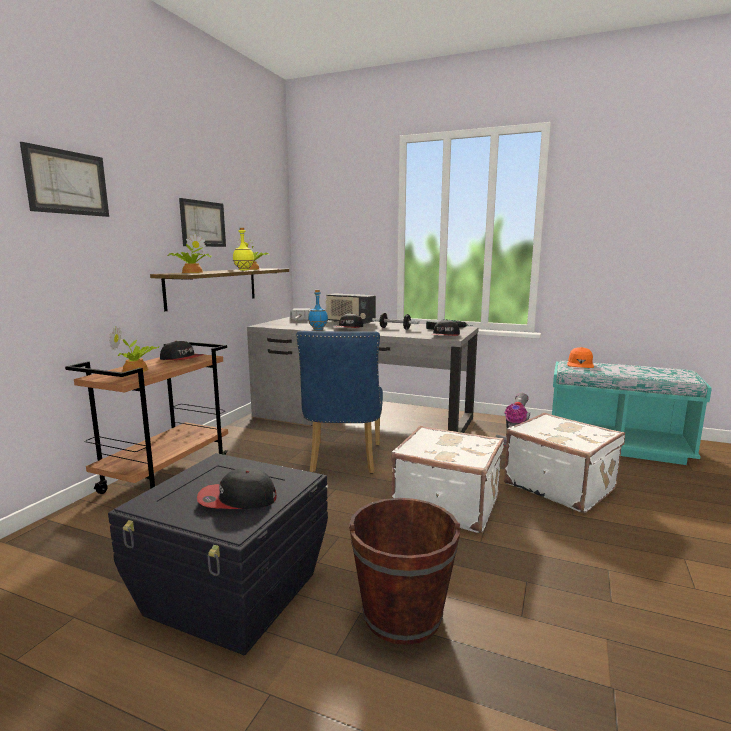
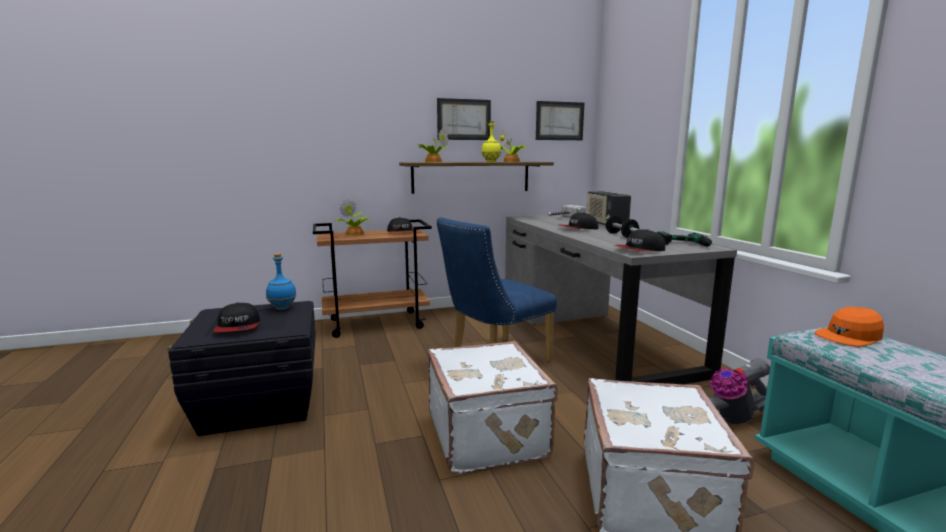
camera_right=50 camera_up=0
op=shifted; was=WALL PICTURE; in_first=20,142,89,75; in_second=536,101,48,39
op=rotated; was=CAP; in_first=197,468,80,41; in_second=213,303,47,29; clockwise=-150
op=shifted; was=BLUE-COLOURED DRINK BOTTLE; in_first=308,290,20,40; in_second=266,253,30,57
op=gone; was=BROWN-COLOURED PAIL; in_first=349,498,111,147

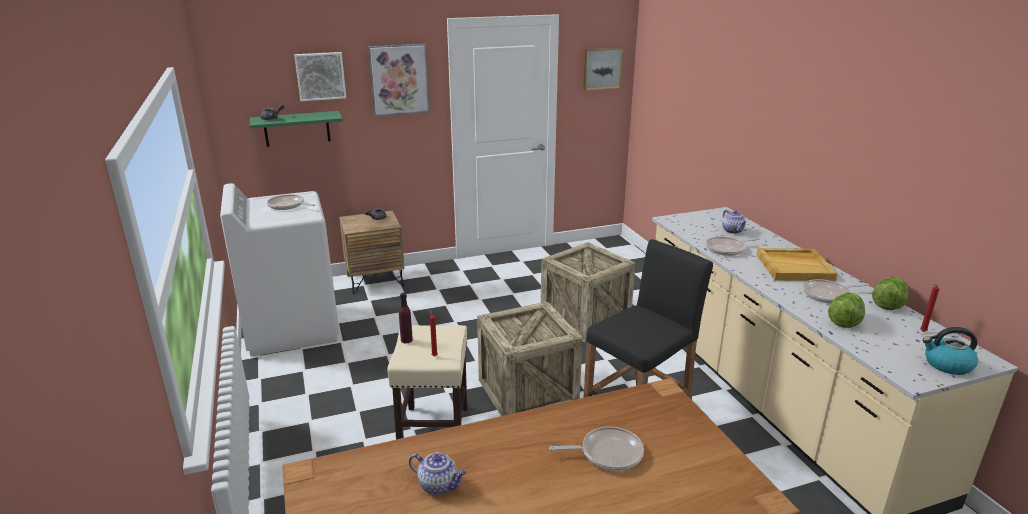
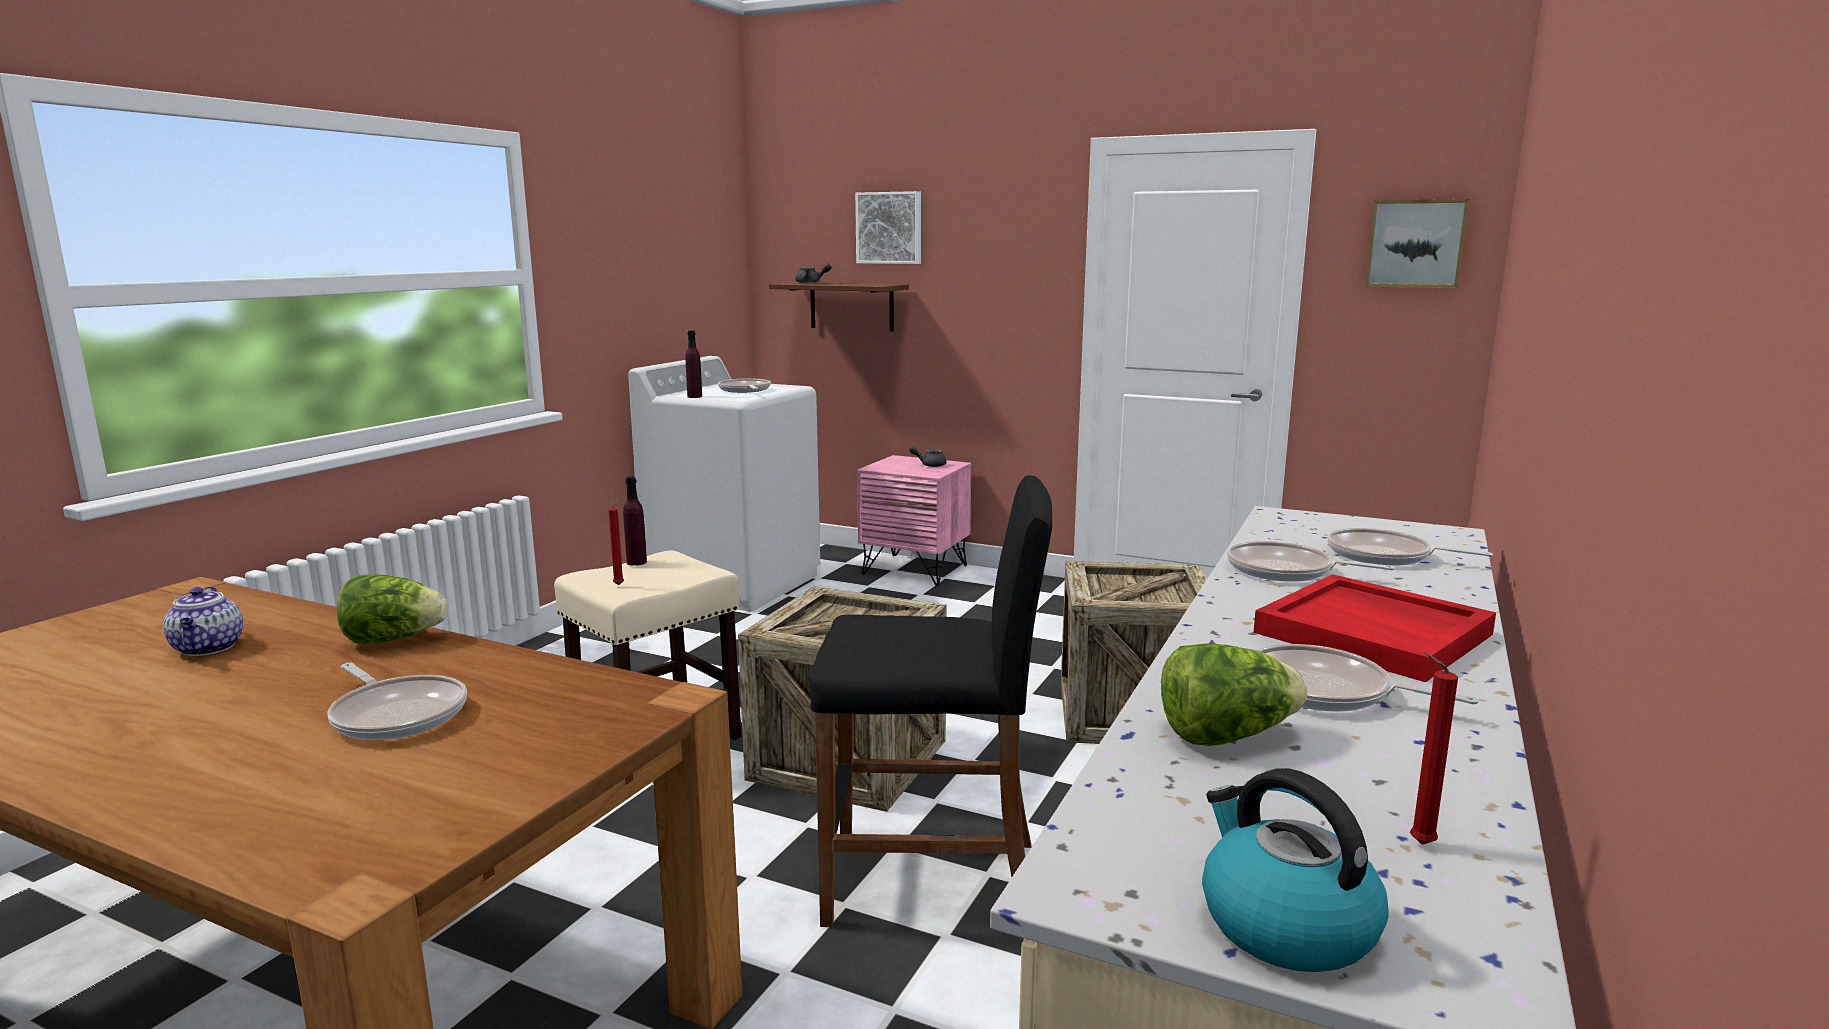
camera_right=45 camera_up=-10
op=repainted; was=GREENISH WALL SHELF; now=BROWN-COLOURED WALL SHELF; in_first=250,111,93,36; in_second=769,282,140,49
op=repainted; was=BROWN-COLOURED NIGHTSTAND; now=PINKISH NIGHTSTAND; in_first=339,211,66,83; in_second=857,455,114,131
op=gone; was=WALL PICTURE; in_first=368,43,61,74
op=swapped; was=TEAPOT; now=PAN; in_first=722,210,25,24; in_second=1327,528,166,38
op=repainted; was=BEIGE-COLOURED SERVING TRAY; now=RED-COLOURED SERVING TRAY; in_first=757,248,80,33; in_second=1253,574,243,108
op=shifted; was=LETTUCE; in_first=872,277,37,33; in_second=337,574,111,70
op=new; now=PURPLE-COLOURED DRINK BOTTLE; in_second=685,330,17,68

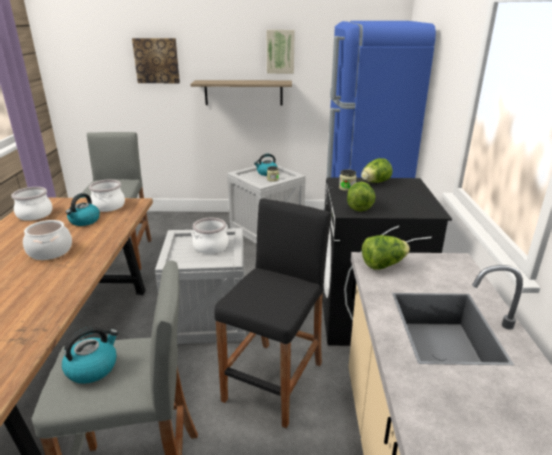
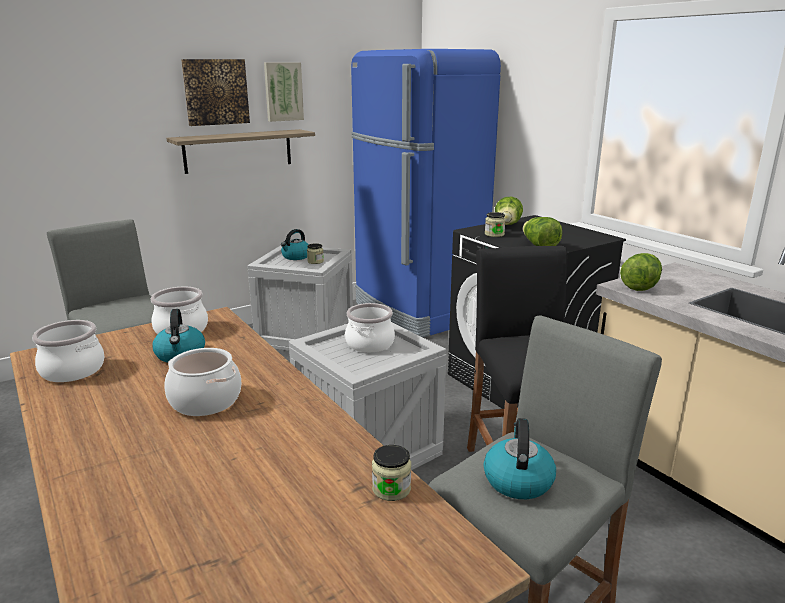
camera_right=-35 camera_up=-5
op=shifted; was=WALL PICTURE; in_first=132,38,48,45; in_second=181,59,69,67
op=new; now=STORAGE JAR; in_second=372,445,39,56

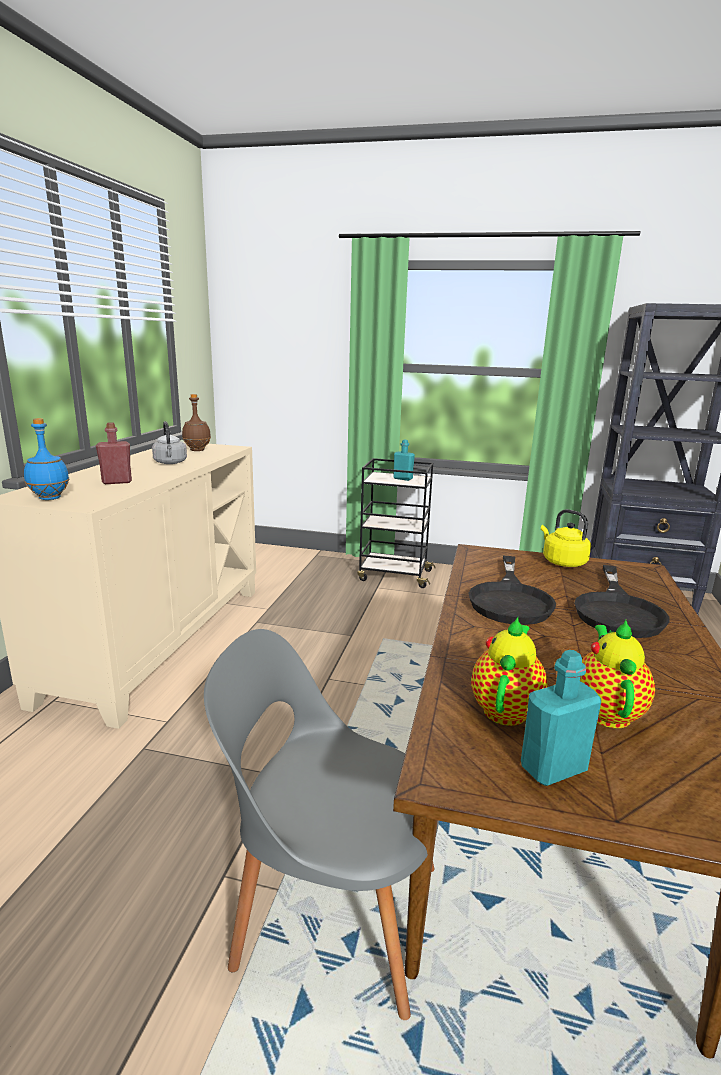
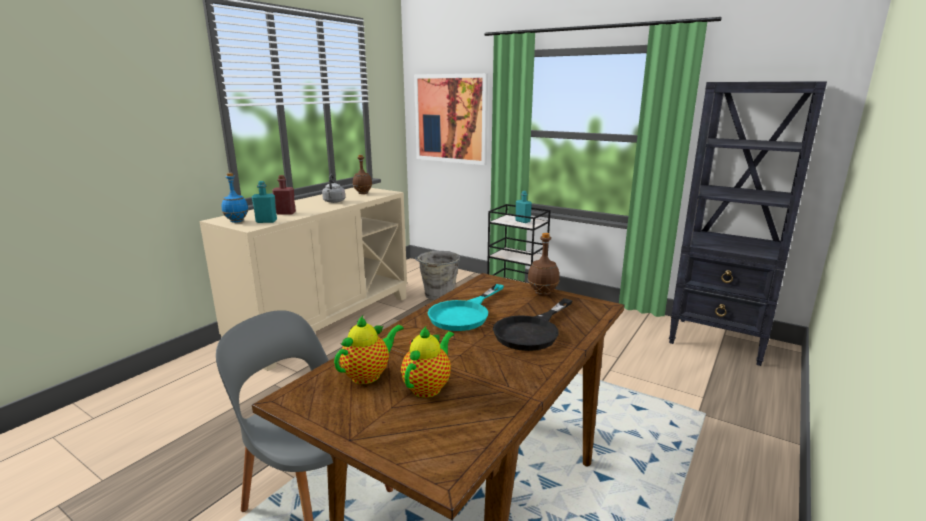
camera_right=20 camera_up=0
op=repainted; was=BLACKISH PAN; now=TURQUOISE-COLOURED PAN; in_first=468,556,88,69; in_second=428,284,76,47
op=shifted; was=TURQUOISE-COLOURED DRINK BOTTLE; in_first=521,650,80,136; in_second=252,181,25,42
op=swapped; was=YELLOW-COLOURED TEA KETTLE; now=BROWN-COLOURED DRINK BOTTLE; in_first=541,509,50,58; in_second=527,233,33,63
op=new; now=WALL PICTURE; in_second=414,73,74,92
op=new; now=GRAY PAIL; in_second=415,251,45,49

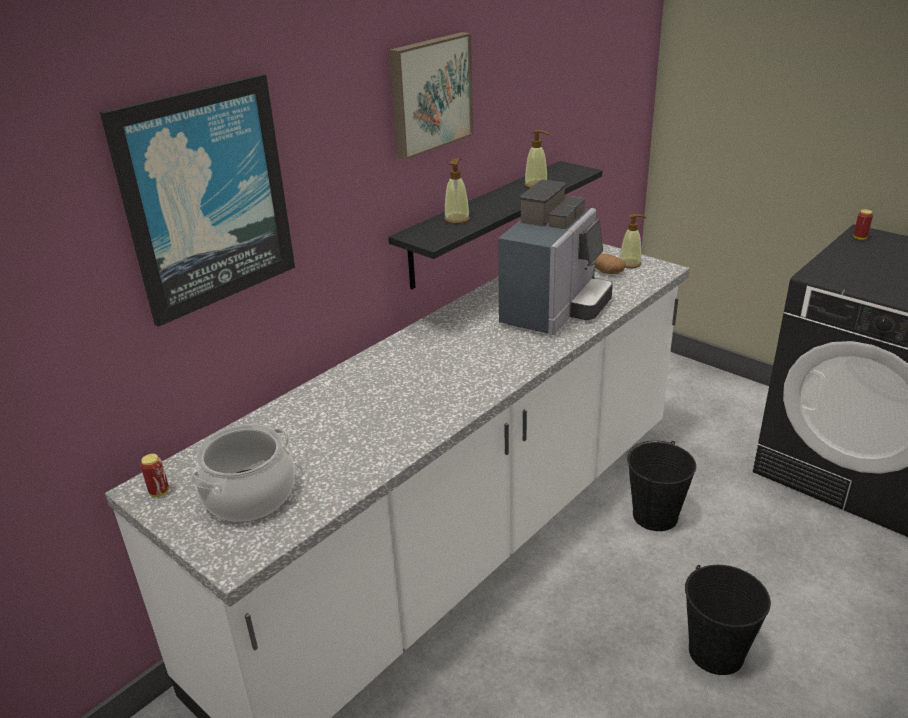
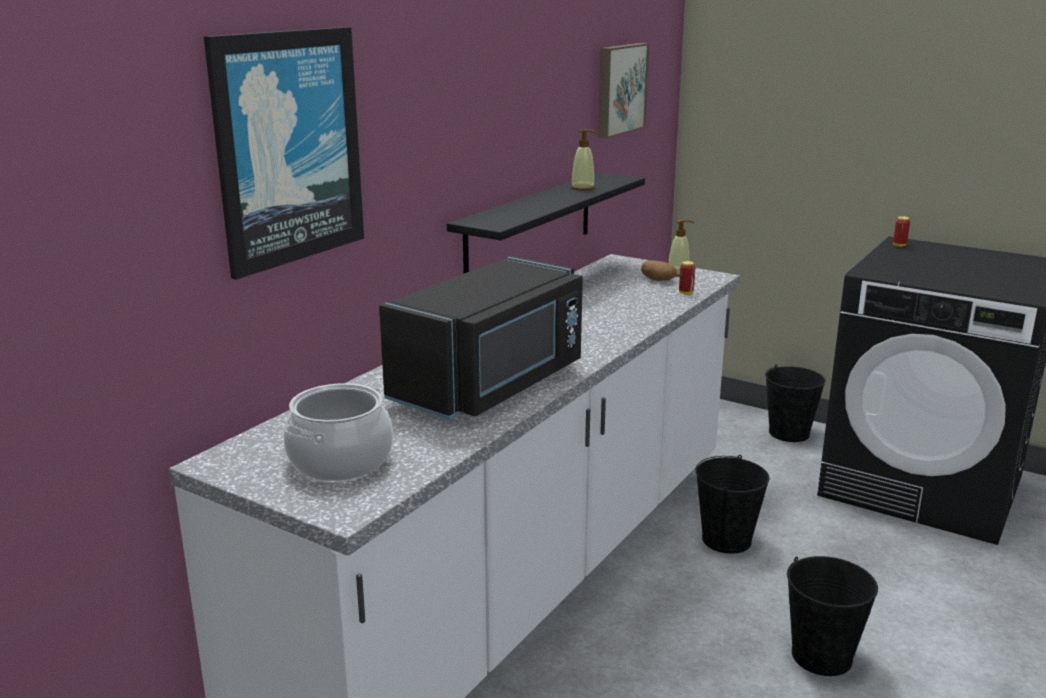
camera_right=-10 camera_up=-10
op=shifted; was=SEALED CAN; in_first=141,454,28,43; in_second=679,261,16,34
op=shifted; was=WALL PICTURE; in_first=389,32,84,128; in_second=598,43,52,95
op=gone; was=LIQUID SOAP BOTTLE; in_first=444,158,26,66
op=gone; was=COFFEE MAKER; in_first=498,180,115,155
op=new; now=BLACKISH KITCHEN MICROWAVE; in_second=379,256,204,164
op=new; now=BLACKISH PAIL; in_second=765,364,61,78

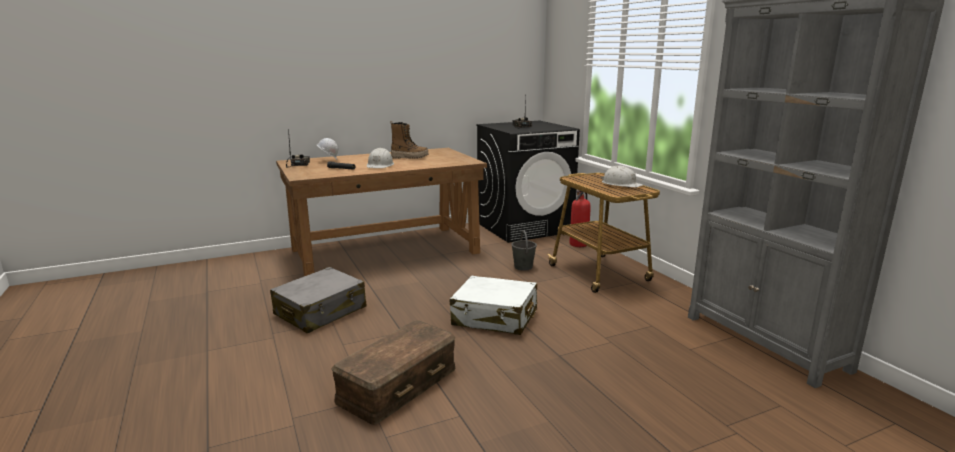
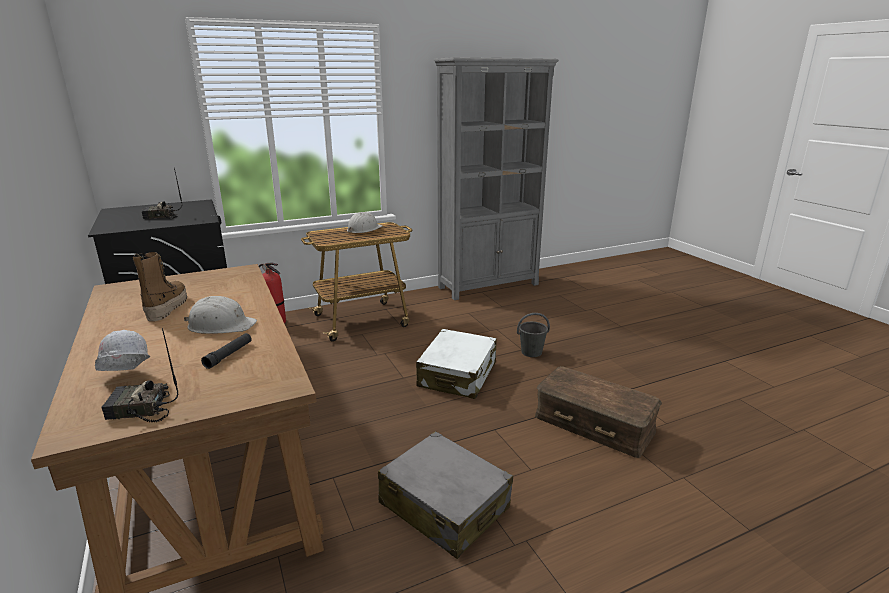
camera_right=-90 camera_up=5
op=shifted; was=GRAY PAIL; in_first=511,230,26,41; in_second=517,313,33,44

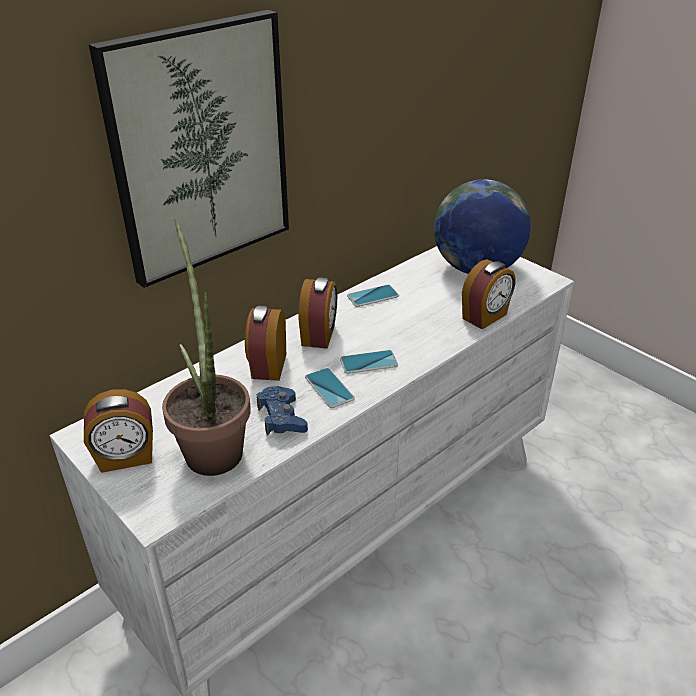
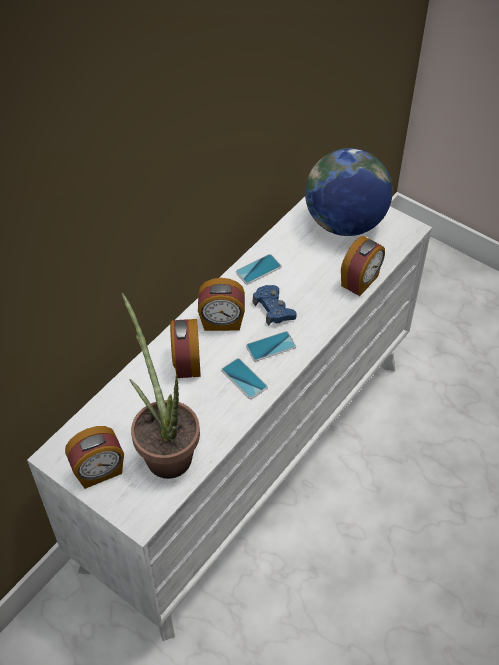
camera_right=-10 camera_up=15
op=gone; was=WALL PICTURE; in_first=89,10,200,278
op=shifted; was=BLUE-COLOURED GAMEPAD; in_first=257,386,51,50; in_second=253,285,44,41
op=rotated; was=TABLE CLOCK; in_first=299,277,38,72; in_second=198,278,47,53; clockwise=90

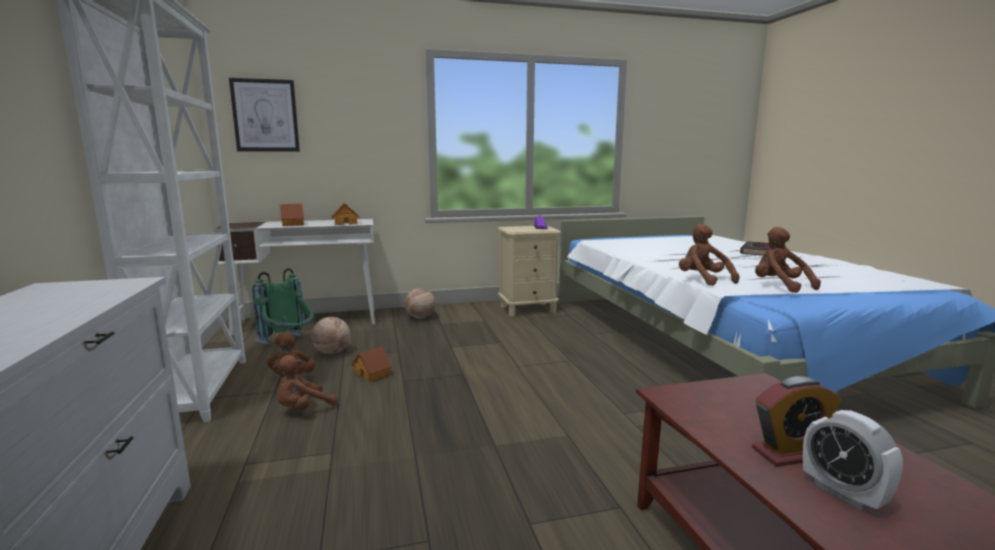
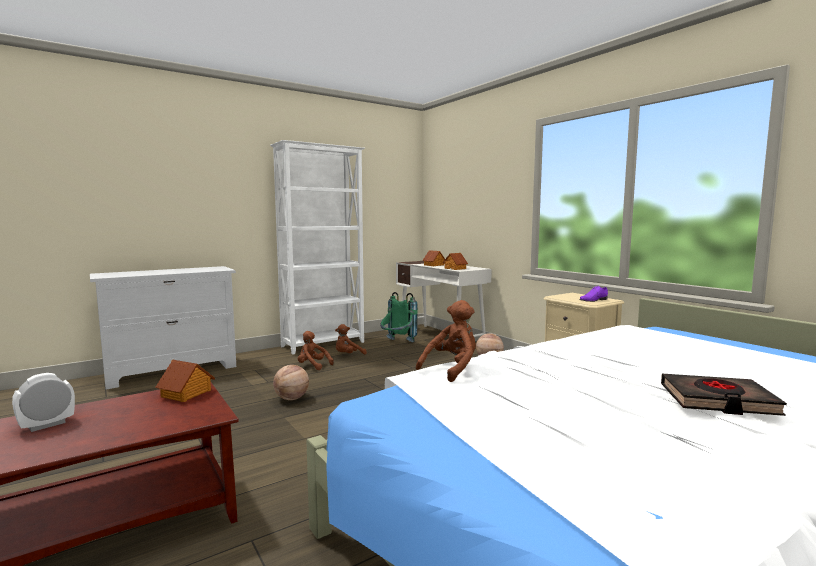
camera_right=70 camera_up=-5
op=gone; was=WALL PICTURE; in_first=229,78,71,74
op=shifted; was=BALL FOR BASKETBALL; in_first=311,317,39,37; in_second=273,365,36,35
op=shifted; was=MINIATURE HOUSE; in_first=352,347,40,35; in_second=156,359,59,43
op=gone; was=TABLE CLOCK; in_first=752,376,89,91
op=gone; was=BROWN-COLOURED SOFT TOY; in_first=755,227,66,66

